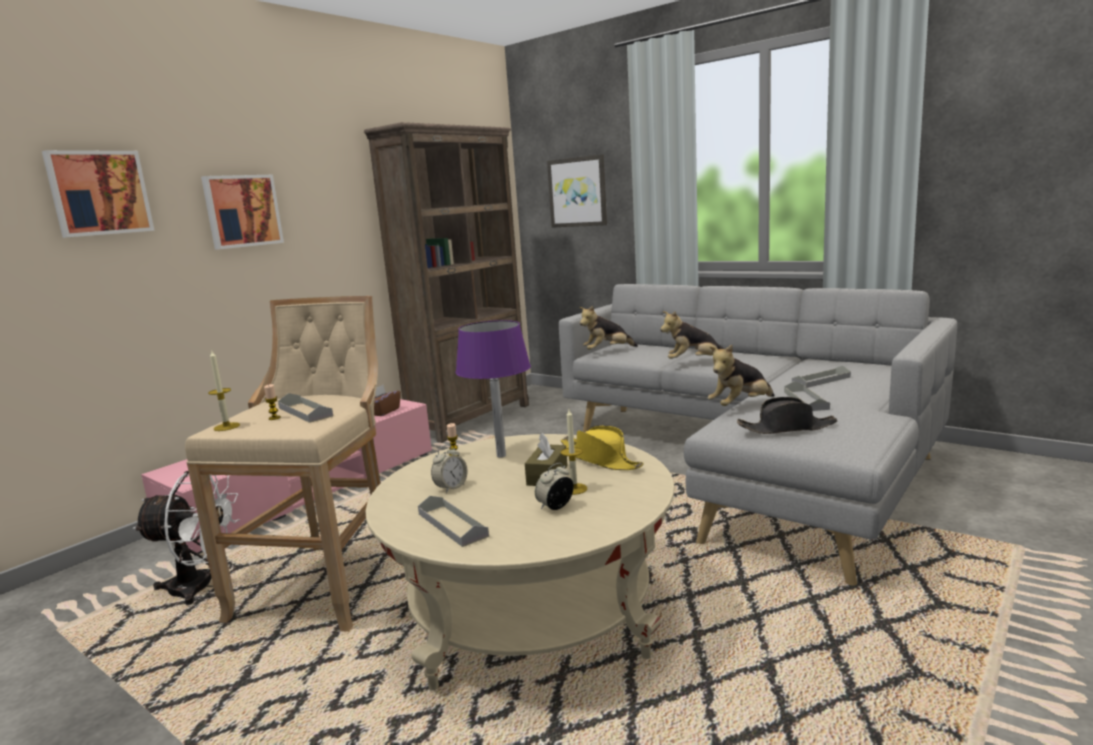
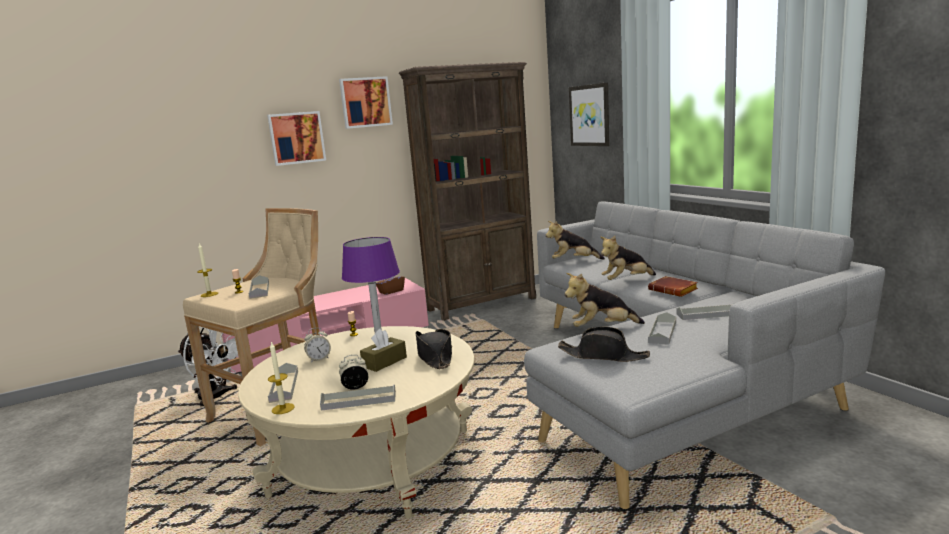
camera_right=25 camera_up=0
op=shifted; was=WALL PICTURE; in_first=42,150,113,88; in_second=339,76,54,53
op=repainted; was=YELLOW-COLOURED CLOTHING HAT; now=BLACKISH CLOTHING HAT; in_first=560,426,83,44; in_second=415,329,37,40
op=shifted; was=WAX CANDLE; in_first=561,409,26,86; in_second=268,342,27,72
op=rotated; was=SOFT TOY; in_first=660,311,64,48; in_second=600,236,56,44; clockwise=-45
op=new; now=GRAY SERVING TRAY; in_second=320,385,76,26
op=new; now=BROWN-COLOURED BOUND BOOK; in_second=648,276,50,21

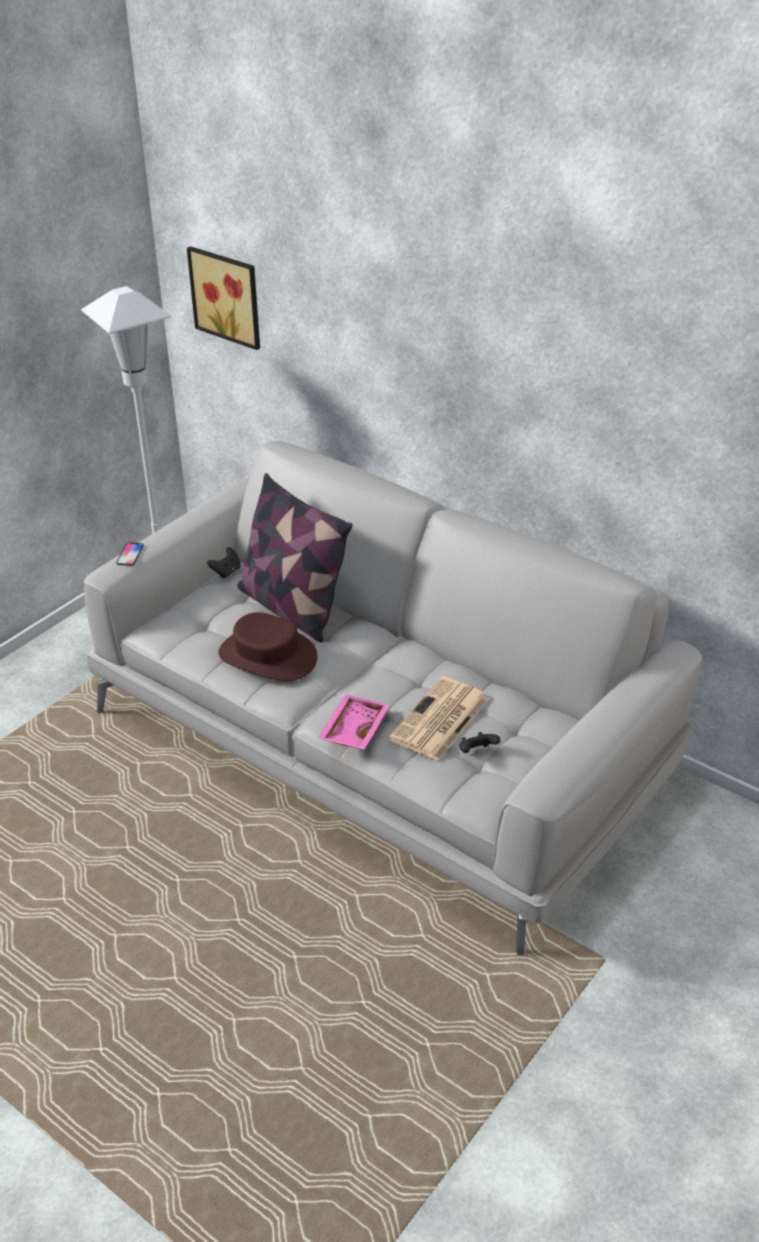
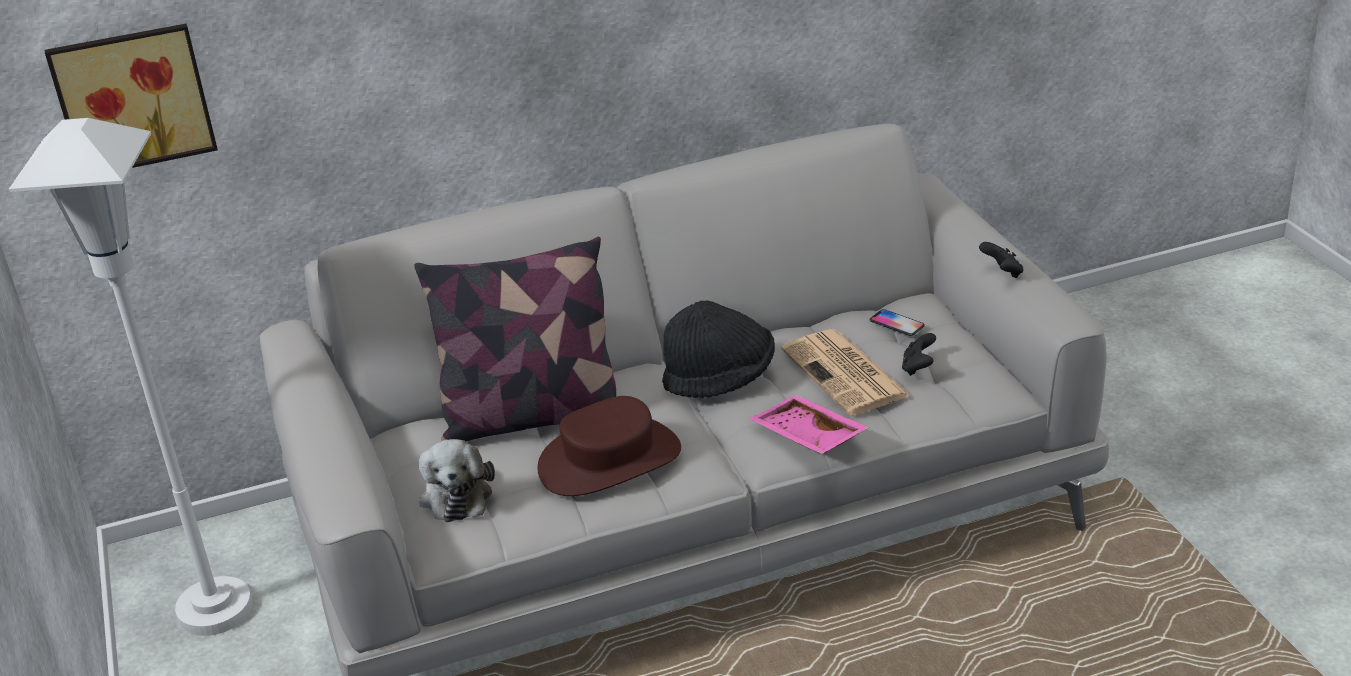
camera_right=-55 camera_up=-5
op=shifted; was=HANDSET; in_first=116,542,28,24; in_second=870,309,55,27
op=shifted; was=BLACKISH GAMEPAD; in_first=207,547,34,31; in_second=979,242,44,36
op=new; now=SOFT TOY; in_second=419,439,76,83
op=new; now=BLACKISH CLOTHING HAT; in_second=662,301,113,97

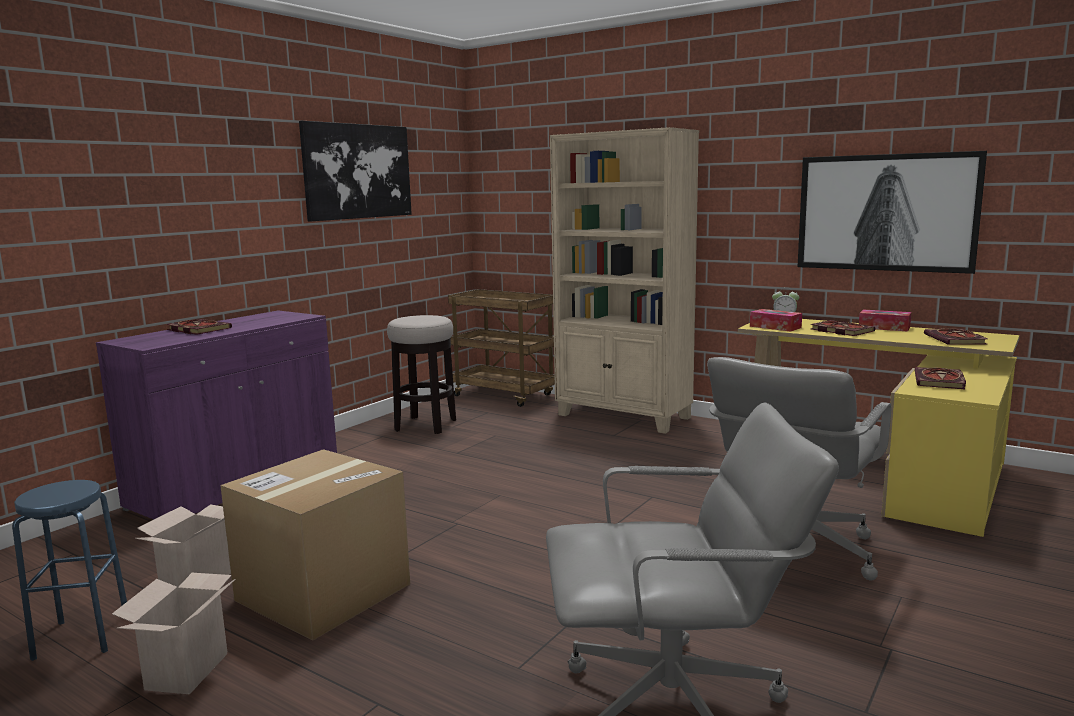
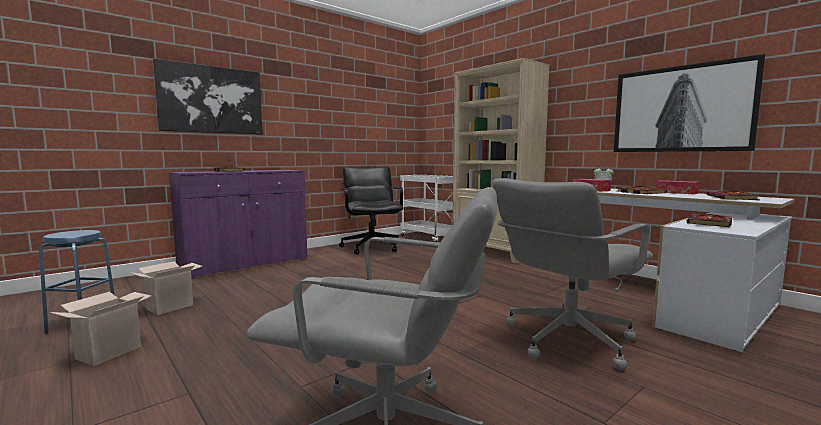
camera_right=15 camera_up=-5
op=gone; was=CARTON; in_first=220,449,190,191
op=shifted; was=WALL PICTURE; in_first=299,121,113,101; in_second=153,58,109,77
op=swapped; was=STOOL; now=BLACKISH COMPUTER CHAIR; in_first=387,315,69,119; in_second=339,166,65,89
op=repainted; was=BROWN-COLOURED WHEELED CART; now=WHITE WHEELED CART; in_first=448,289,107,118; in_second=400,175,53,67
op=repainted; was=YELLOW-COLOURED DESK UNIT; now=WHITE DESK UNIT; in_first=738,319,282,218; in_second=567,188,228,164

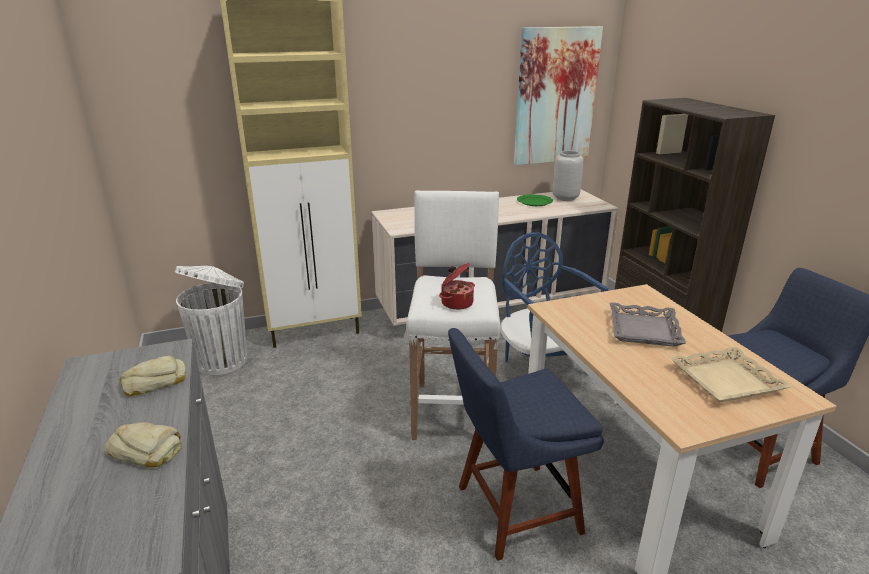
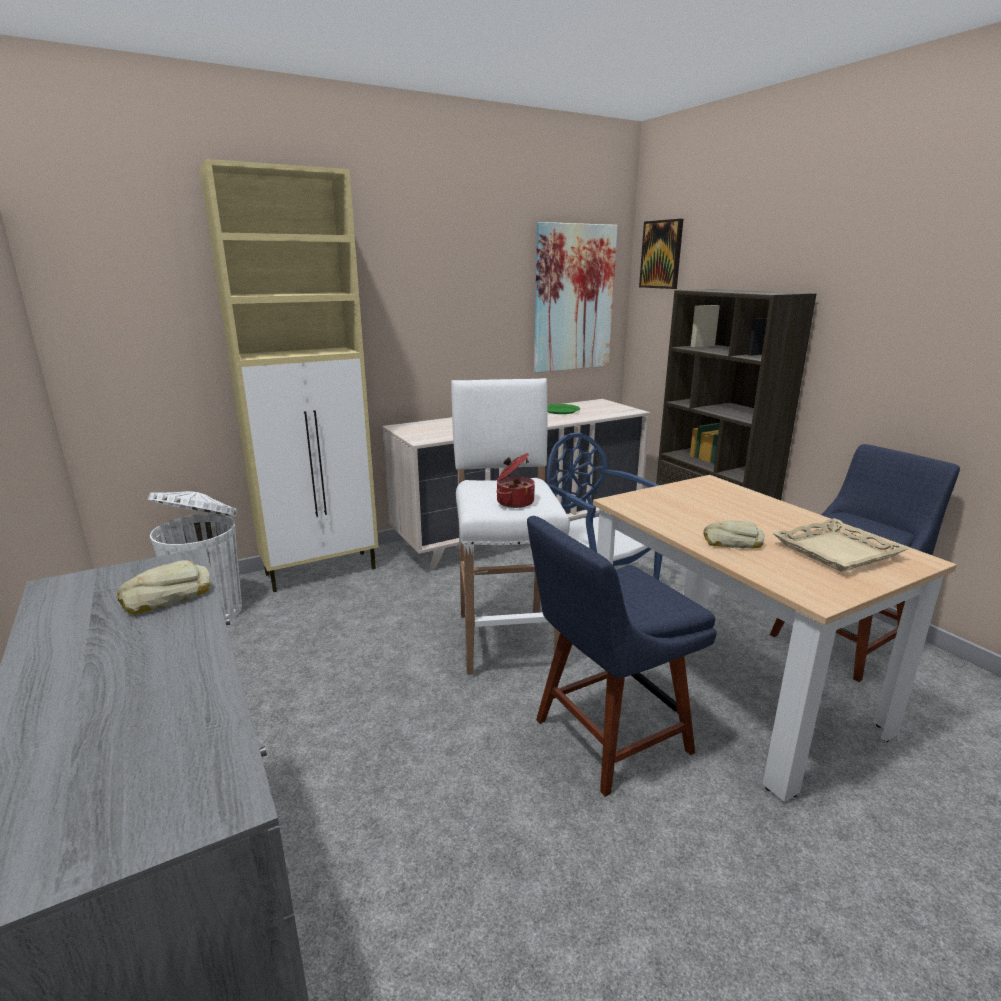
camera_right=-10 camera_up=-5
op=shifted; was=BAKED BREAD; in_first=105,422,77,45; in_second=703,520,62,28
op=gone; was=GRAY FLOWER VASE; in_first=552,150,32,51
op=gone; was=GRAY SERVING TRAY; in_first=610,303,76,44
op=new; now=WALL PICTURE; in_second=639,219,44,70

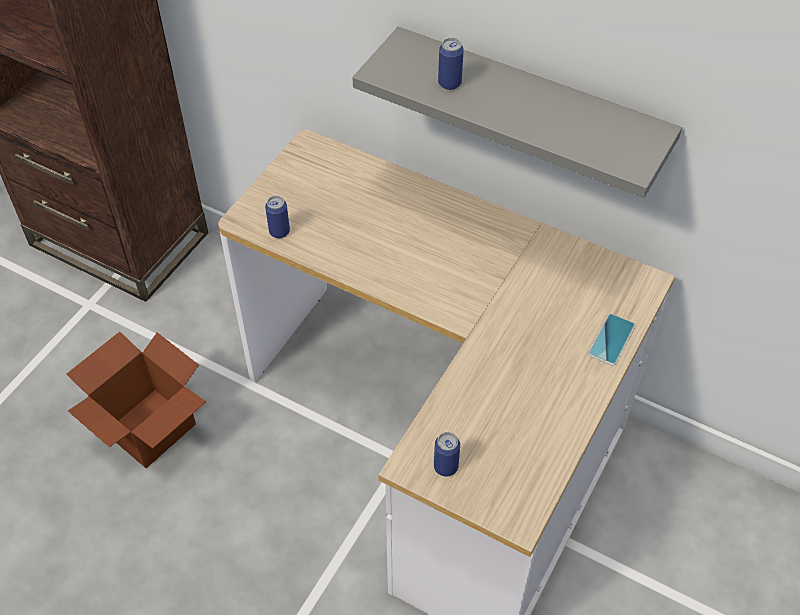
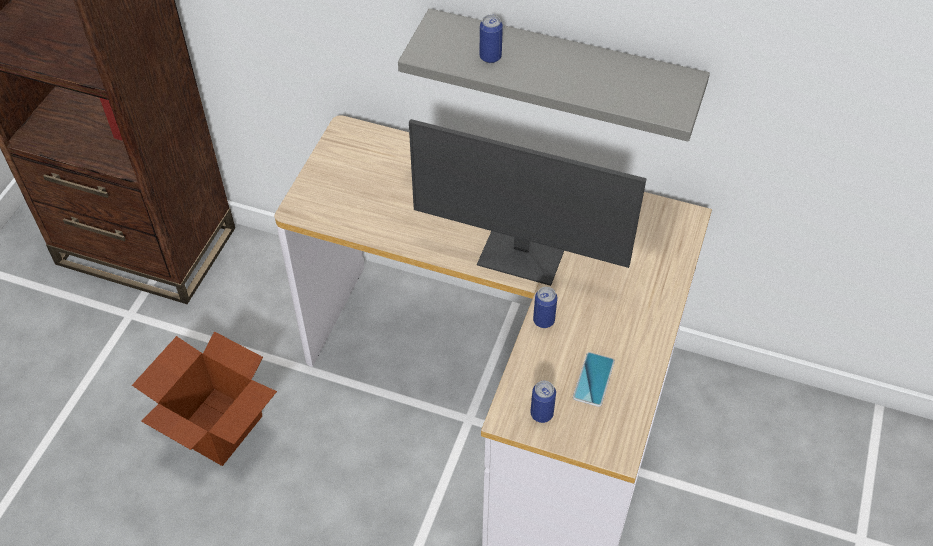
camera_right=-10 camera_up=0
op=shifted; was=SEALED CAN; in_first=265,196,25,42; in_second=533,287,24,41
op=shifted; was=HANDSET; in_first=588,314,47,52; in_second=573,352,42,55
op=new; now=COMPUTER DISPLAY; in_second=409,119,238,167

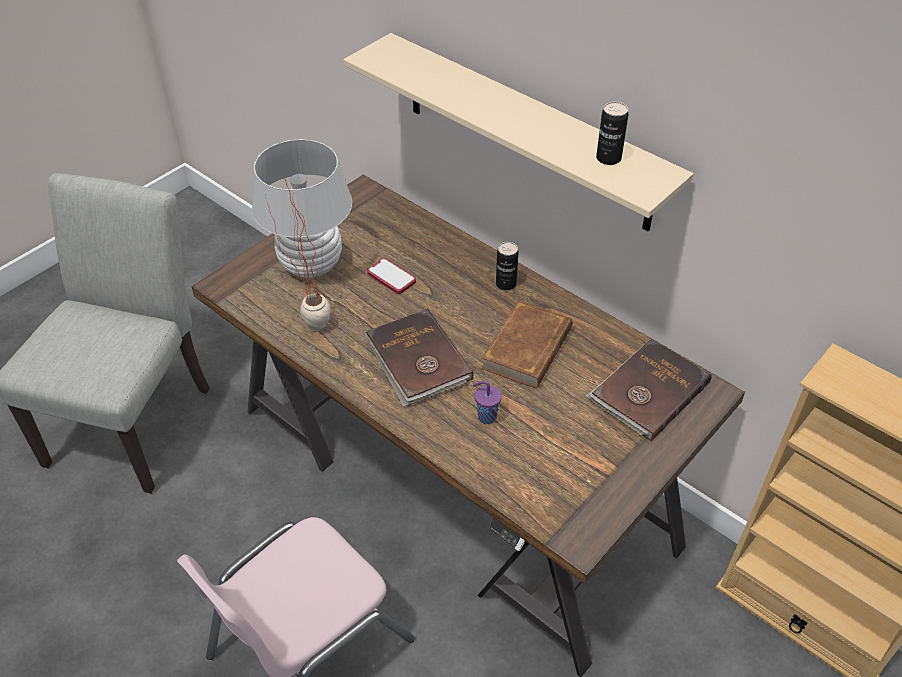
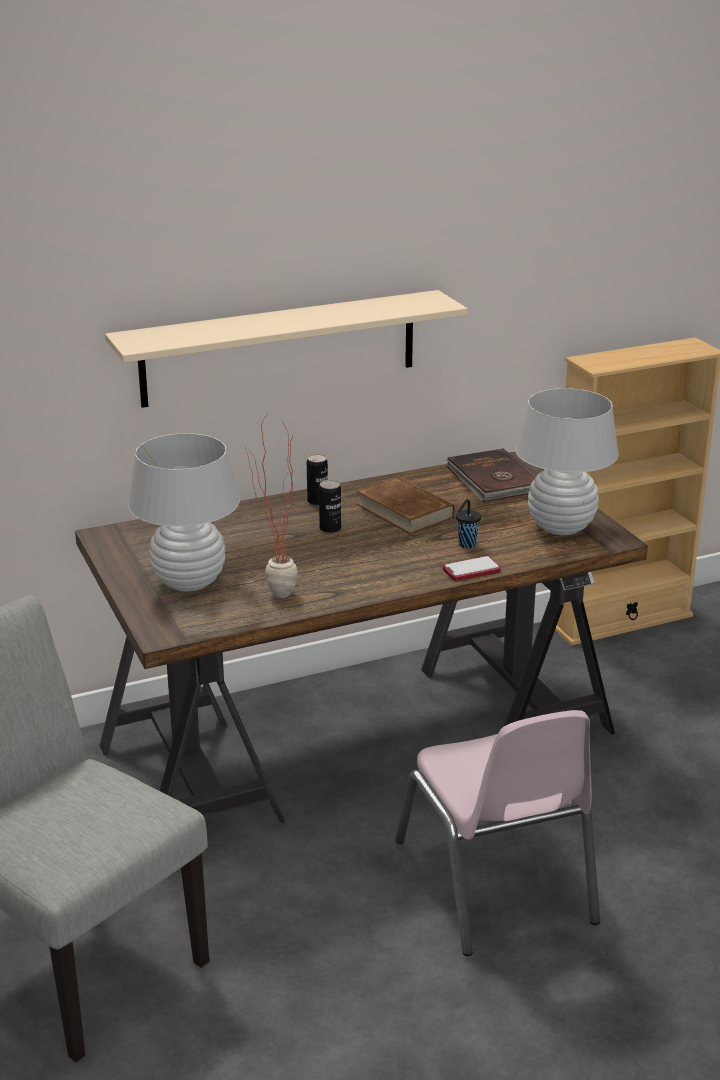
camera_right=-65 camera_up=-20
op=gone; was=BROWN-COLOURED BOUND BOOK; in_first=365,308,108,98
op=shifted; was=HANDSET; in_first=367,258,49,36; in_second=443,556,58,25
op=repainted; was=PURPLE-COLOURED SMALL CUP; now=BLACKISH SMALL CUP; in_first=473,381,29,43; in_second=456,499,25,49
op=shifted; was=SEALED CAN; in_first=596,102,33,63; in_second=319,480,22,53
op=new; now=WHITE TABLETOP LAMP; in_second=515,388,104,147

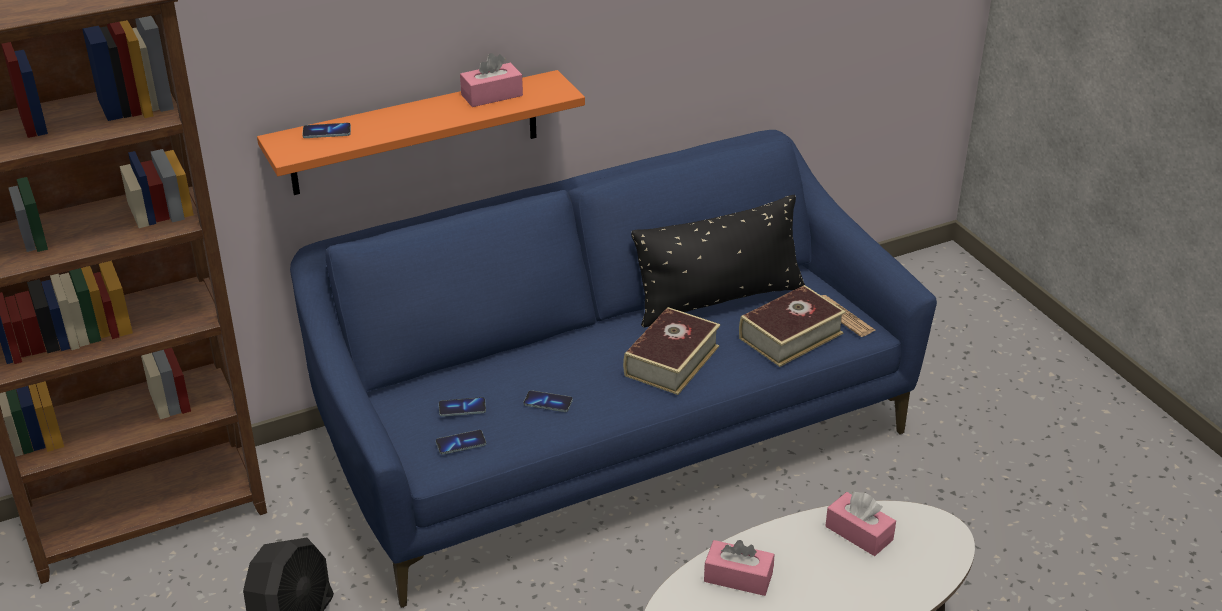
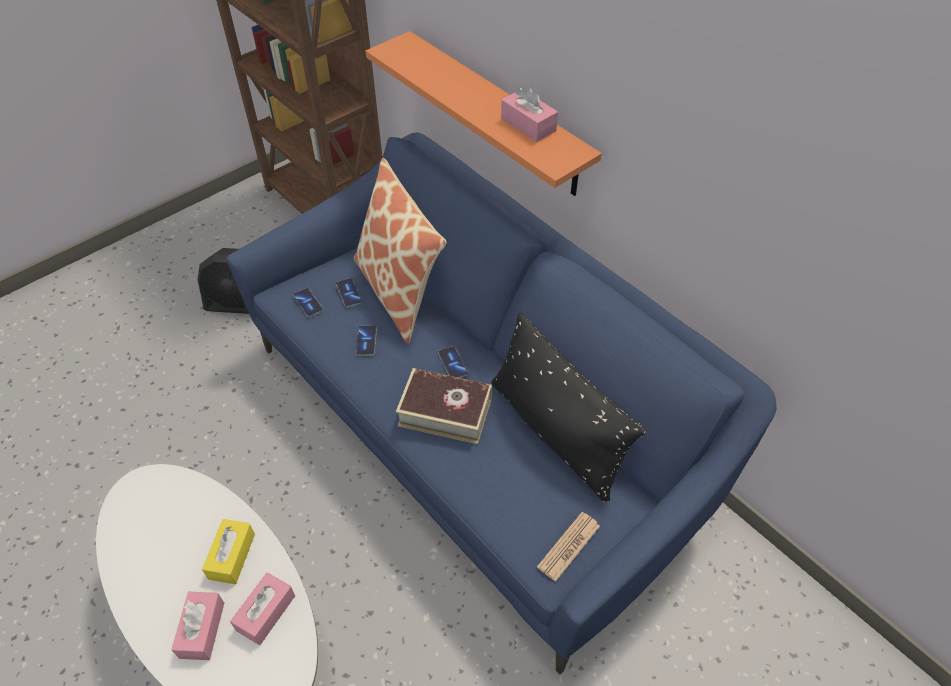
camera_right=75 camera_up=15
op=shifted; was=HANDSET; in_first=302,123,49,15; in_second=438,346,30,32
op=shifted; was=PINKISH TISSUE HOLDER; in_first=704,540,70,56; in_second=171,592,53,68
op=gone; was=BOUND BOOK; in_first=739,285,107,82
op=new; now=YELLOW-COLOURED TISSUE HOLDER; in_second=202,519,53,65
op=new; now=CUSHION; in_second=354,158,93,186

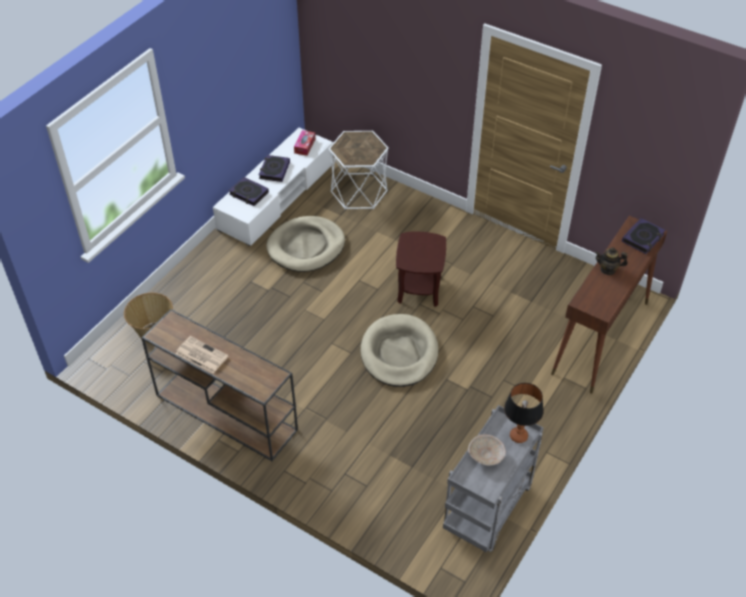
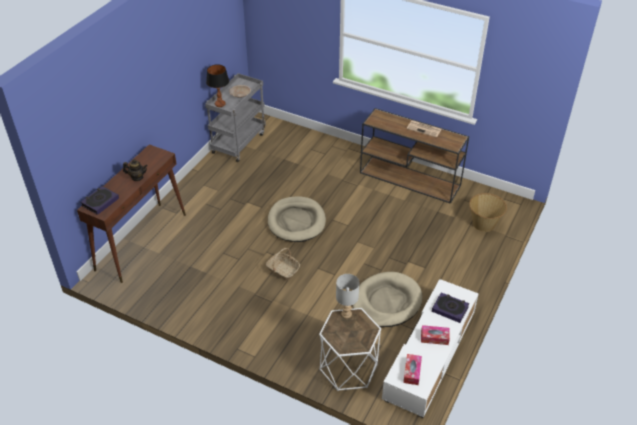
camera_right=175 camera_up=-5
op=swapped; was=BOUND BOOK; now=TISSUE HOLDER; in_first=259,155,31,27; in_second=421,325,29,20
op=swapped; was=BROWN-COLOURED ACCENT TABLE; now=HOUSEHOLD BASKET; in_first=396,232,50,75; in_second=266,248,34,32
op=new; now=GRAY TABLETOP LAMP; in_second=336,274,23,45

